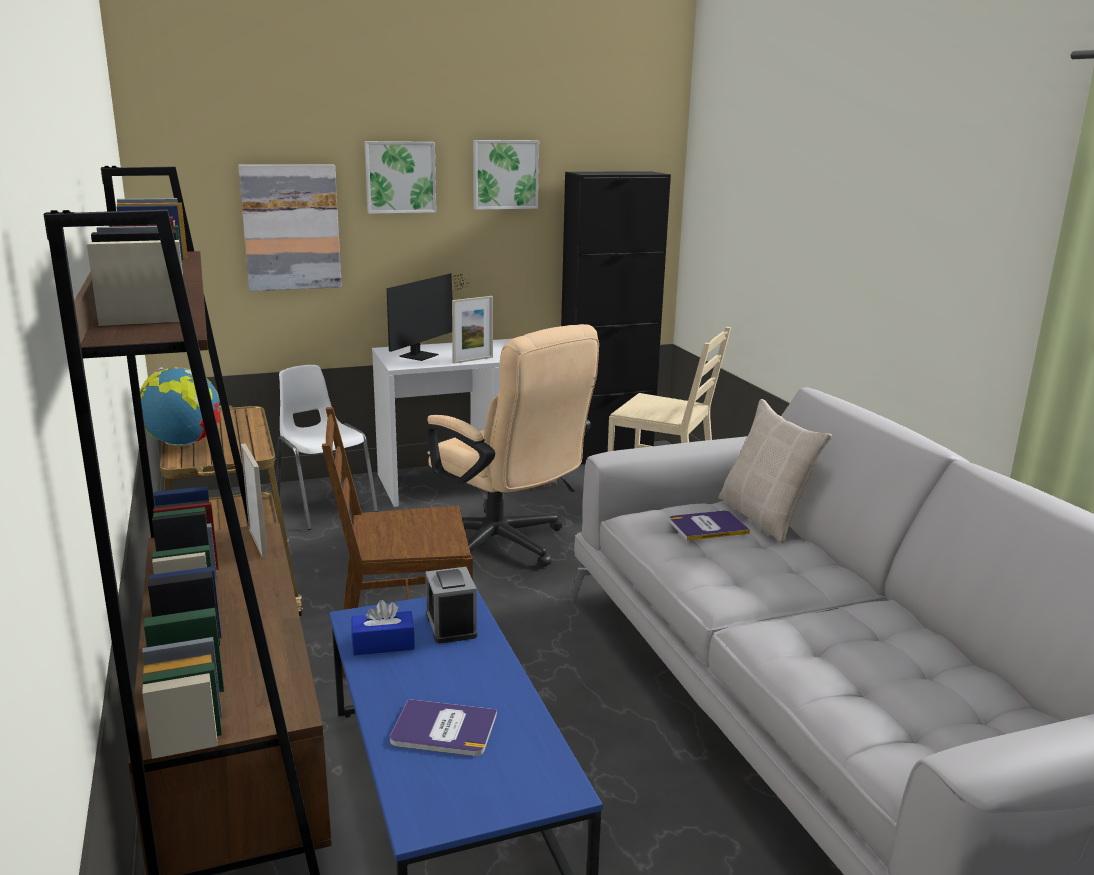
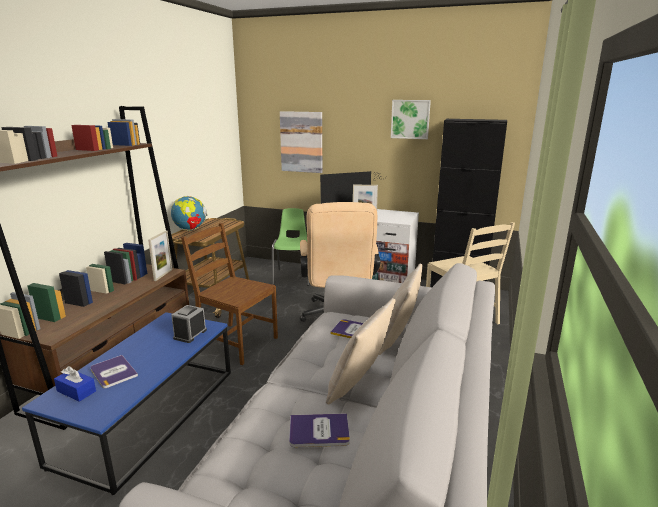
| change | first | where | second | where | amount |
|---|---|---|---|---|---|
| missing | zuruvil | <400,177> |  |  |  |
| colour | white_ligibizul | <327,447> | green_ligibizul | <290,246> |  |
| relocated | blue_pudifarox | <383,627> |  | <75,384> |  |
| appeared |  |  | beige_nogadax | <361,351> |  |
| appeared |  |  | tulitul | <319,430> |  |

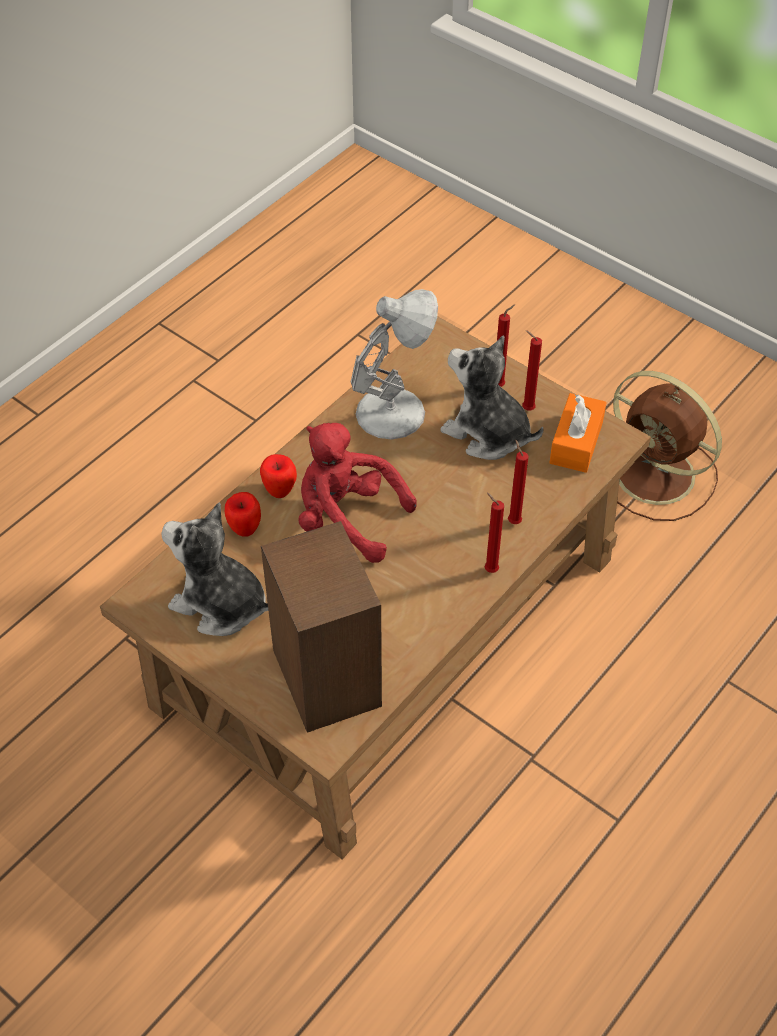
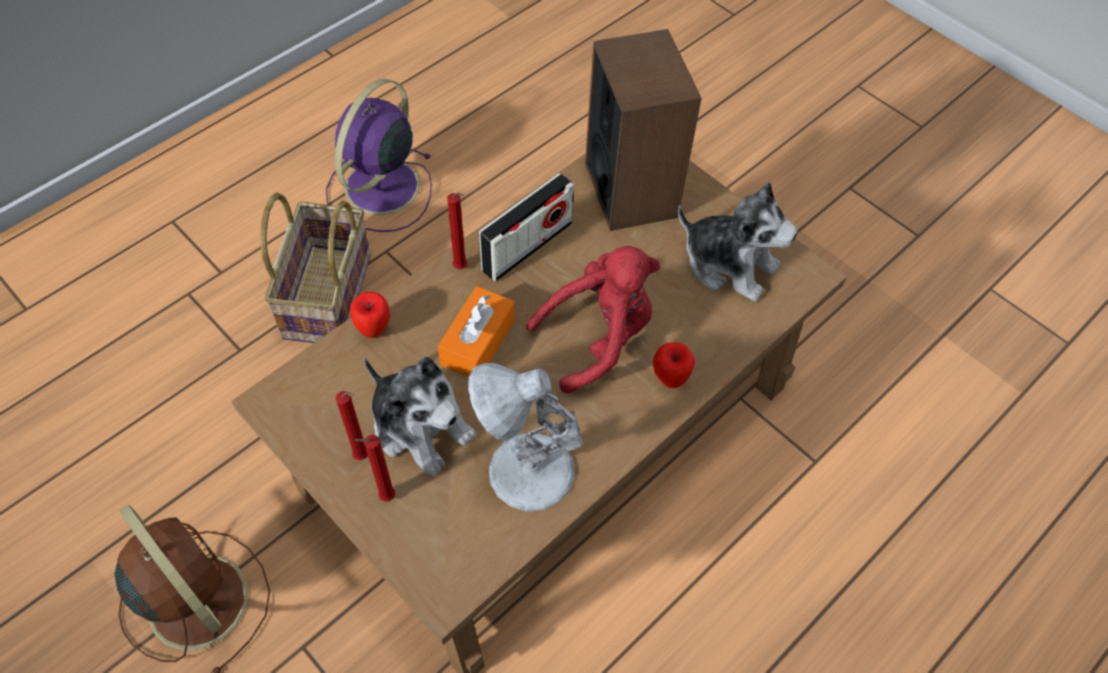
| change | first | where | second | where | amount |
|---|---|---|---|---|---|
| relocated | orange_pudifarox | <578,433> |  | <476,331> |  |
| spun | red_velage | <357,493> |  | <593,319> | 60 degrees counterclockwise |
| missing | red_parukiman | <518,482> |  |  |  |
| relocated | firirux | <243,514> |  | <370,315> |  |
| appeared |  |  | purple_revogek | <379,155> |  |
| appeared |  |  | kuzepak | <526,227> |  |
| appeared |  |  | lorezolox | <315,267> |  |

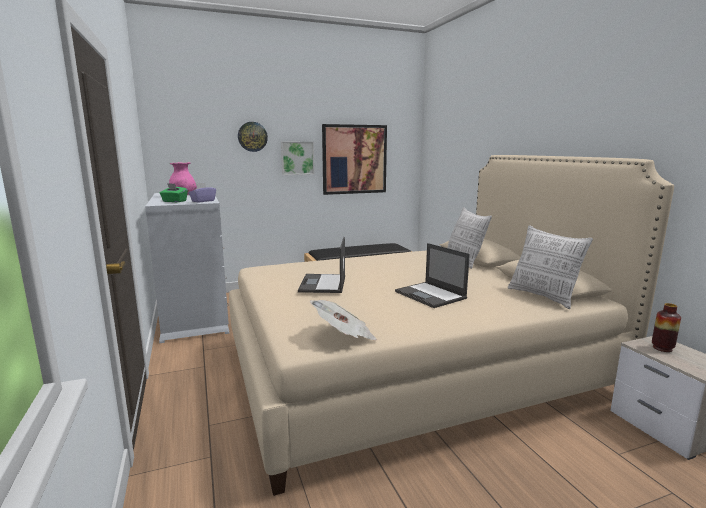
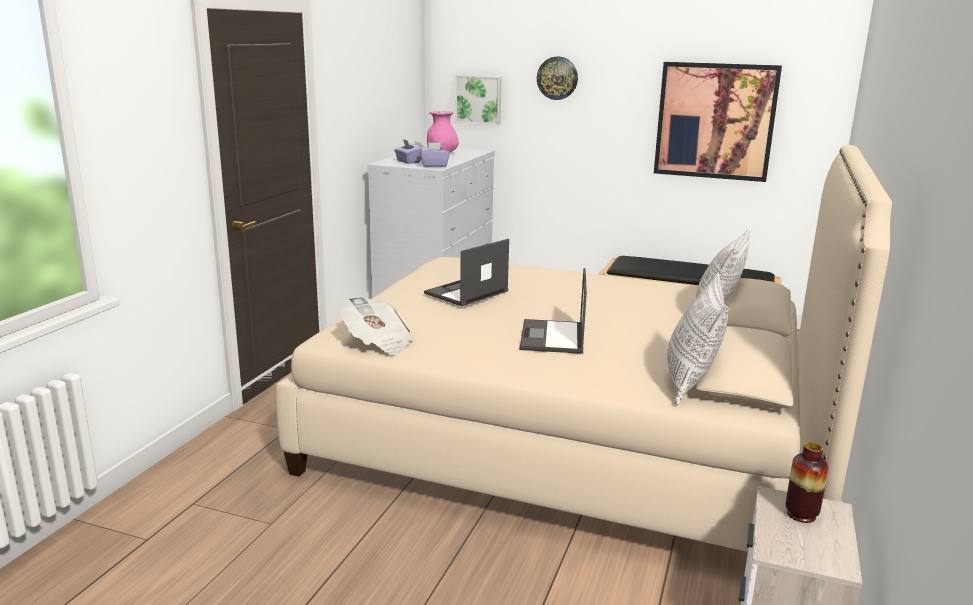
| change | first | where | second | where | amount |
|---|---|---|---|---|---|
| relocated | zuruvil | <297,158> |  | <478,100> |  |
| colour | green_pudifarox | <174,192> | purple_pudifarox | <408,151> |  |

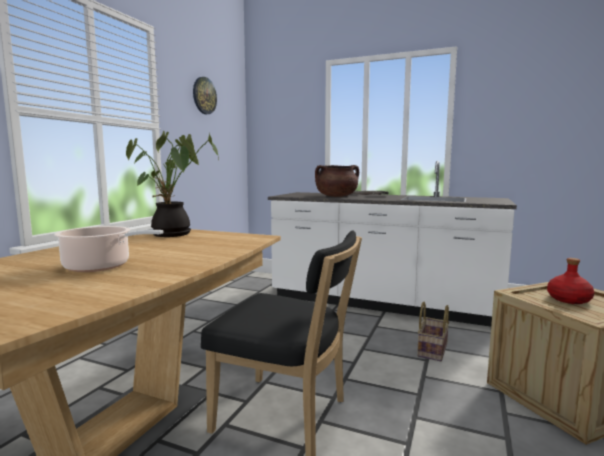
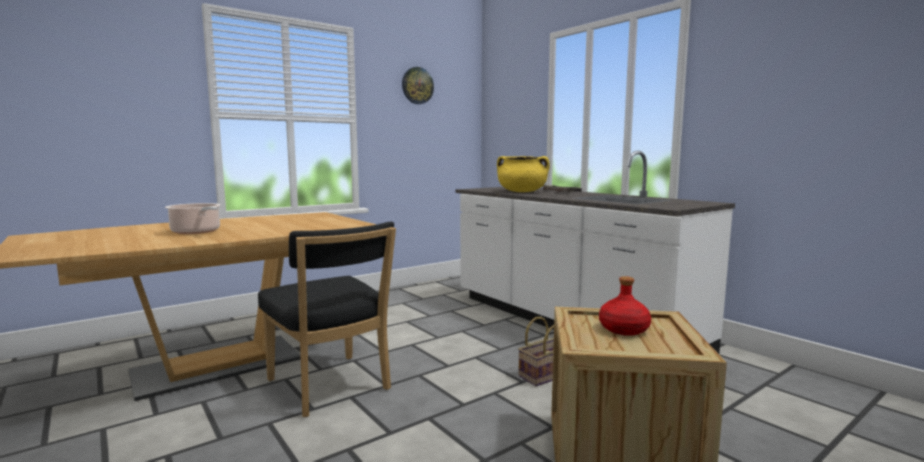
| change | first | where | second | where | amount |
|---|---|---|---|---|---|
| missing | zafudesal | <172,184> |  |  |  |
| colour | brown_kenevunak | <337,181> | yellow_kenevunak | <523,174> |  |

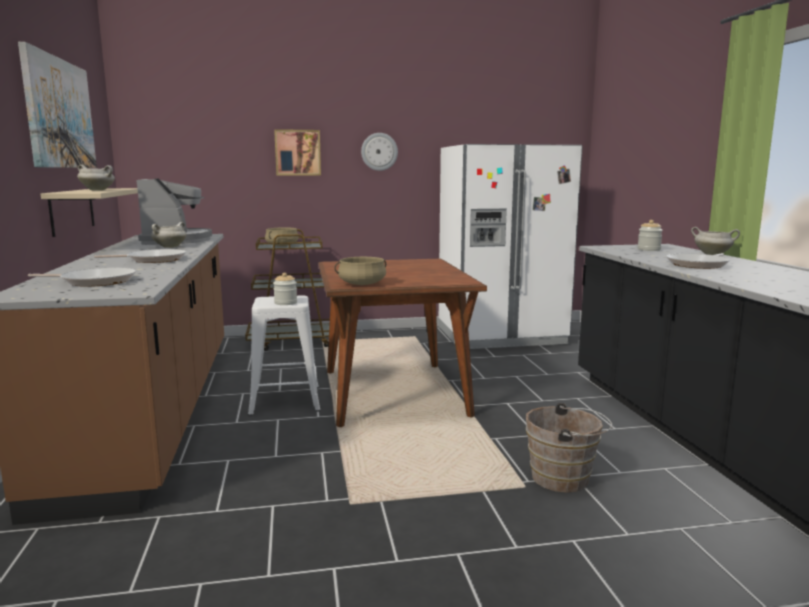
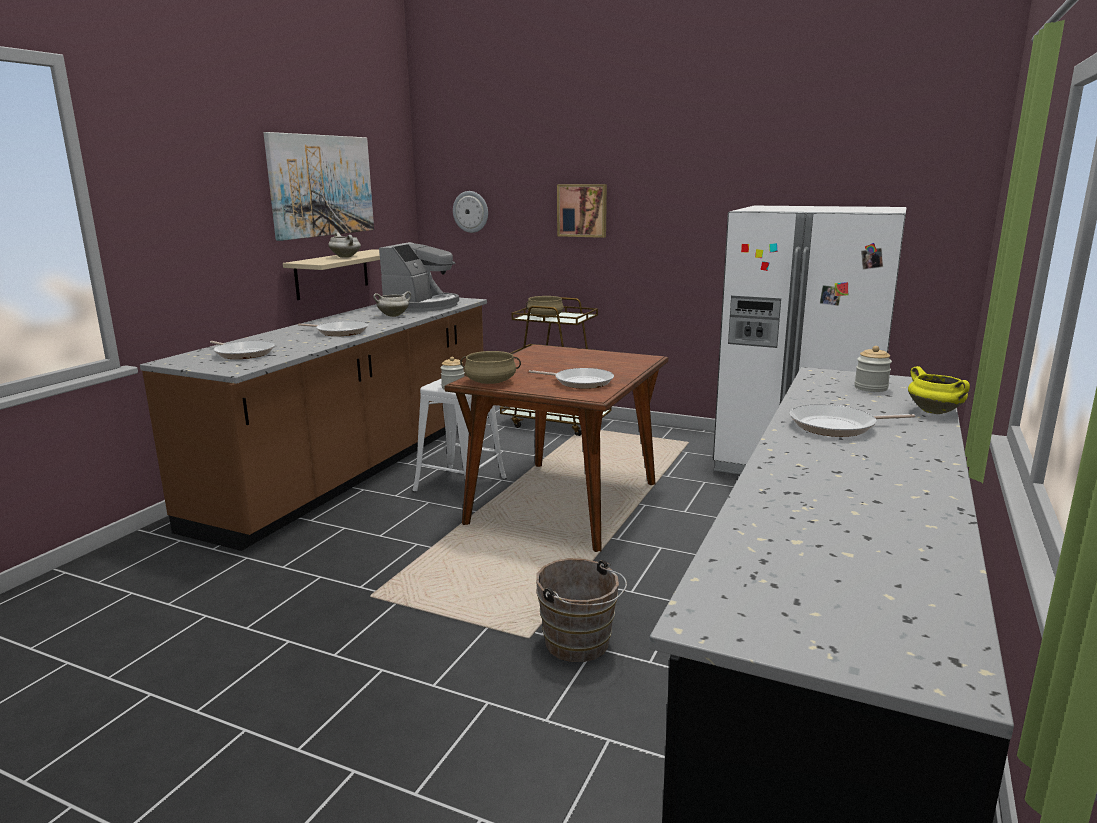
| change | first | where | second | where | amount |
|---|---|---|---|---|---|
| relocated | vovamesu | <379,152> |  | <470,212> |  |
| colour | white_kenevunak | <715,241> | yellow_kenevunak | <939,390> |  |
| appeared |  |  | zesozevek | <571,378> |  |

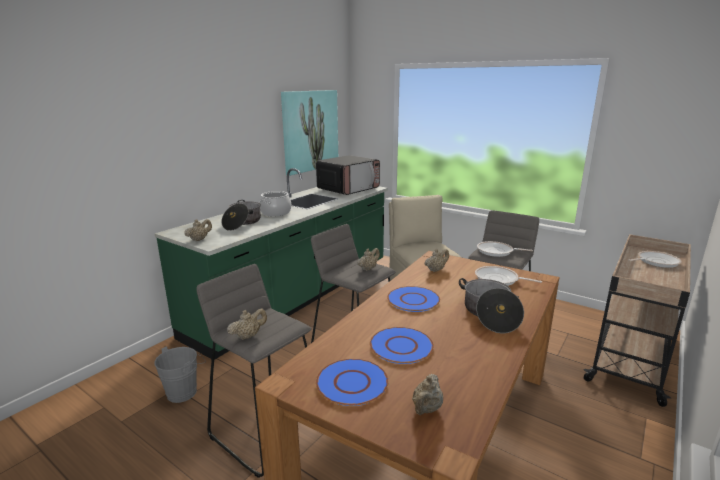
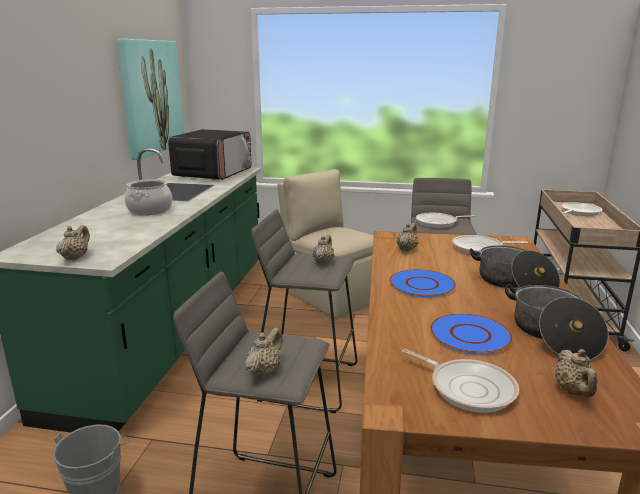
| change | first | where | second | where | amount |
|---|---|---|---|---|---|
| relocated | kenevunak | <241,215> |  | <557,322> |  |
| exchanged | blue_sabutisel | <352,382> | zesozevek | <460,381> |  |

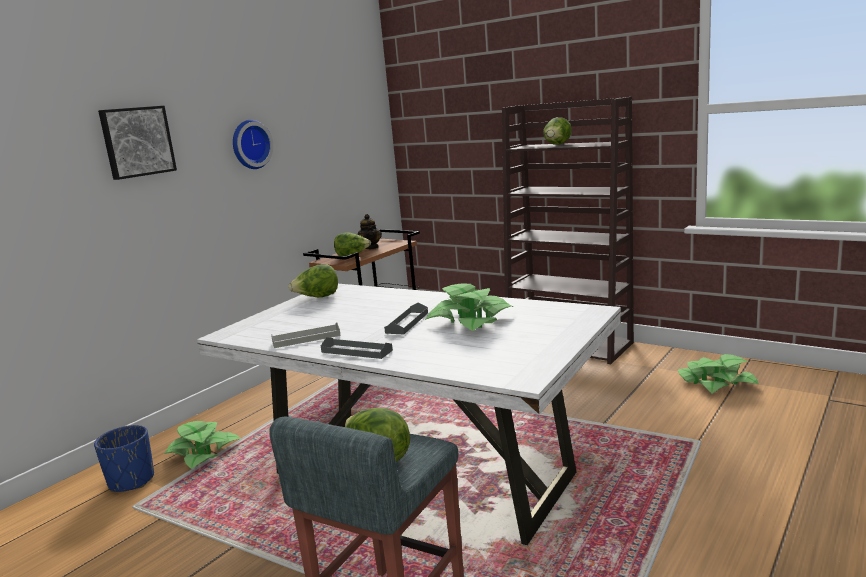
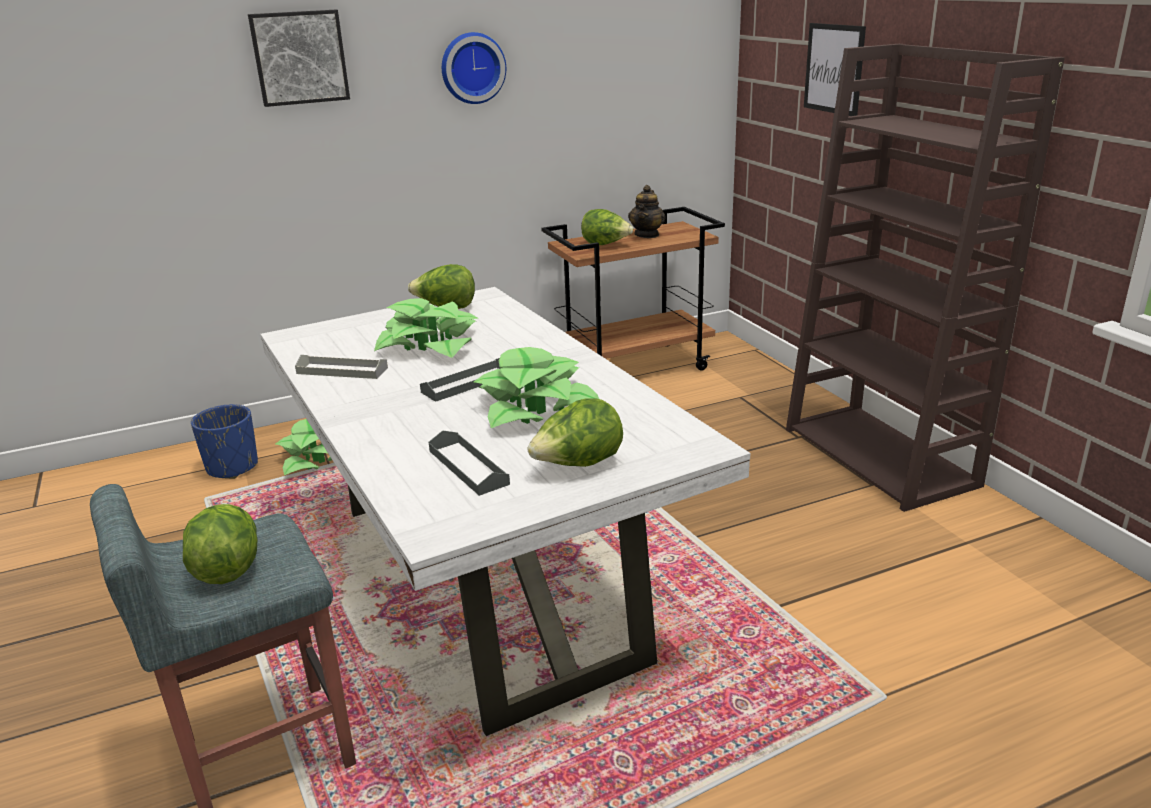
| change | first | where | second | where | amount |
|---|---|---|---|---|---|
| relocated | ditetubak | <557,131> |  | <575,433> |  |
| relocated | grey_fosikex | <357,348> |  | <469,463> |  |
| relocated | zafudesal | <718,374> |  | <425,328> |  |
| appeared |  |  | zuruvil | <835,69> |  |

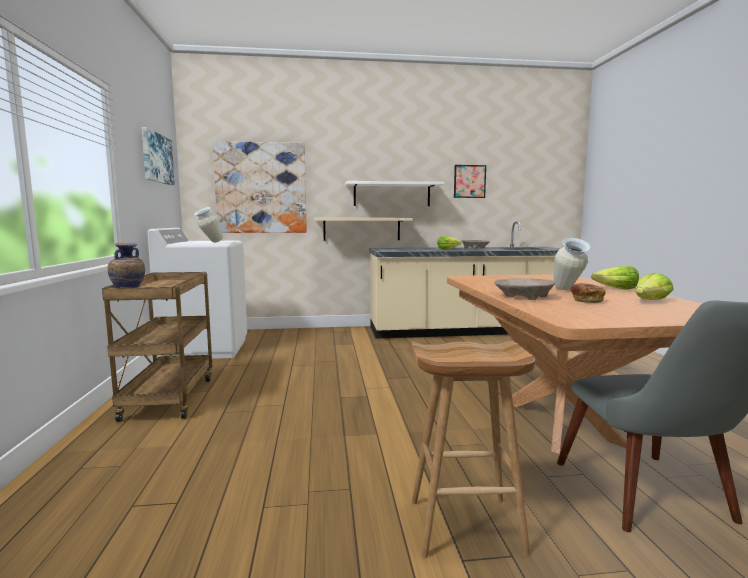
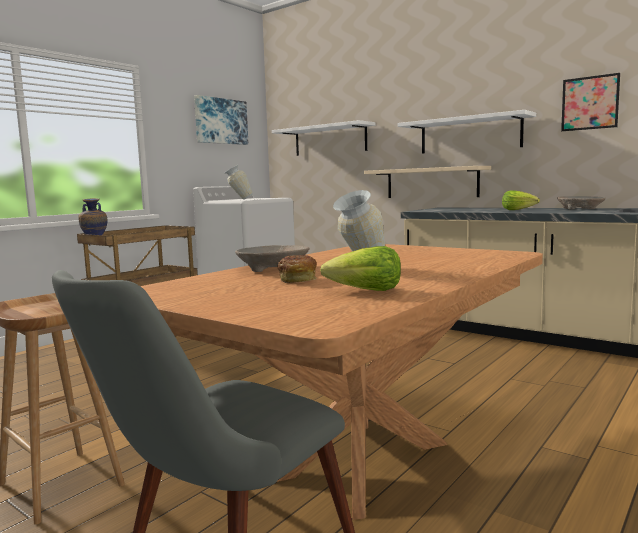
| change | first | where | second | where | amount |
|---|---|---|---|---|---|
| exchanged | zuruvil | <260,187> | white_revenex | <323,138> |  |
| missing | ditetubak | <615,278> |  |  |  |

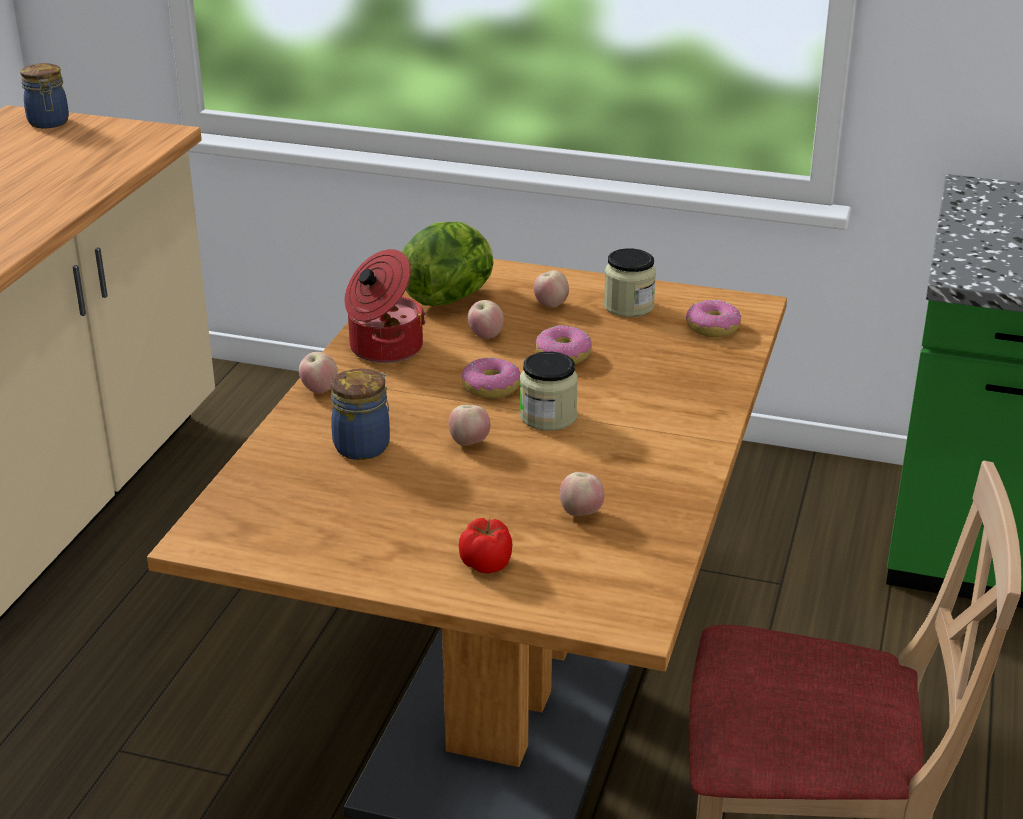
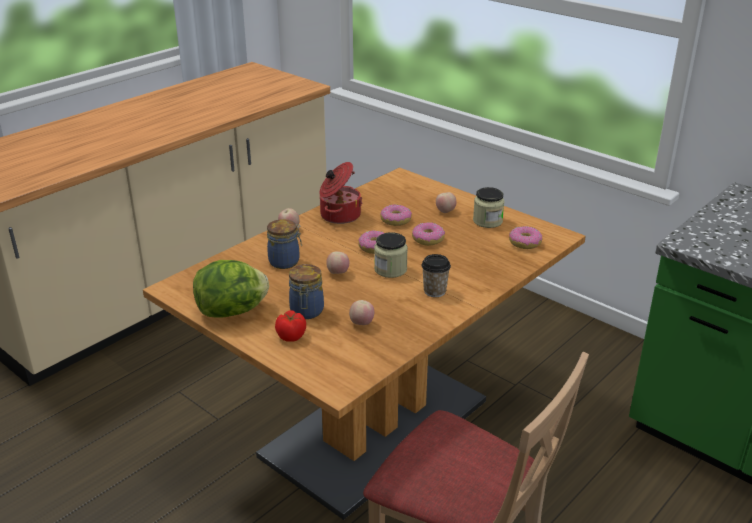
| change | first | where | second | where | amount |
|---|---|---|---|---|---|
| relocated | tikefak | <44,95> |  | <306,291> |  |
| relocated | ditetubak | <447,264> |  | <231,289> |  |
| exchanged | firirux | <486,319> | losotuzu | <396,215> |  |
| appeared |  |  | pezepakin | <436,275> |  |

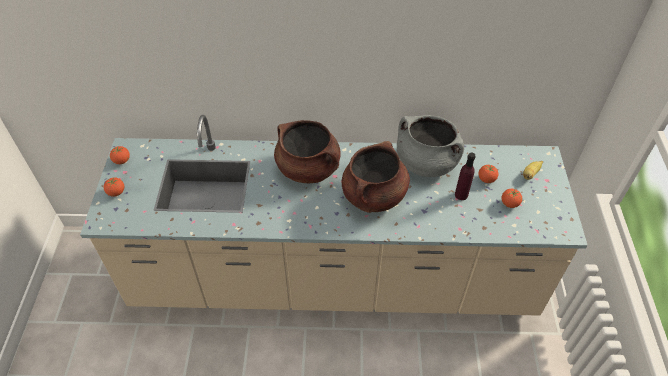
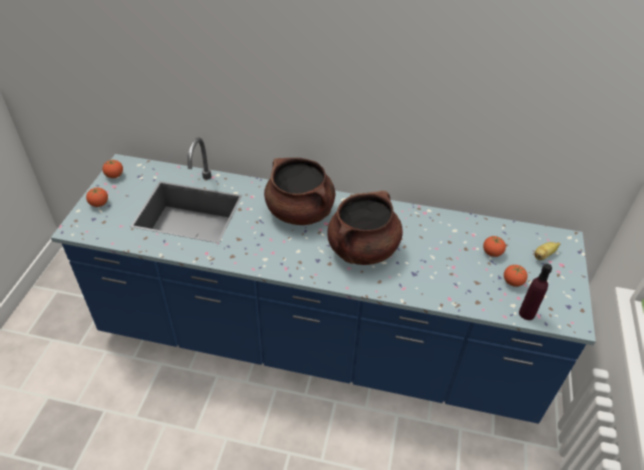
| change | first | where | second | where | amount |
|---|---|---|---|---|---|
| colour | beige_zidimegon | <334,215> | blue_zidimegon | <323,280> |  |
| missing | grey_kenevunak | <430,146> |  |  |  |
| relocated | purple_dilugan | <465,176> |  | <535,292> |  |

